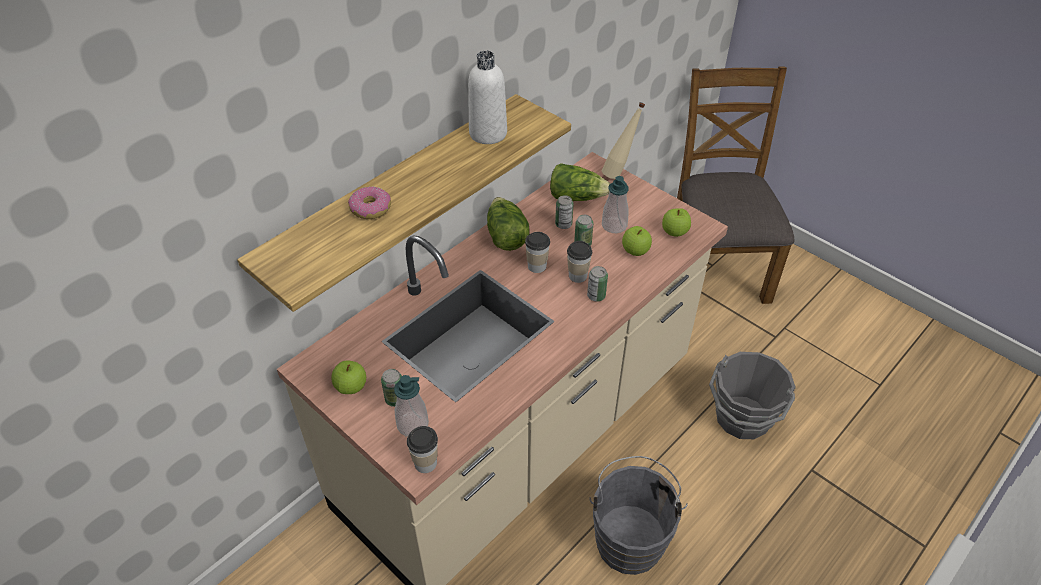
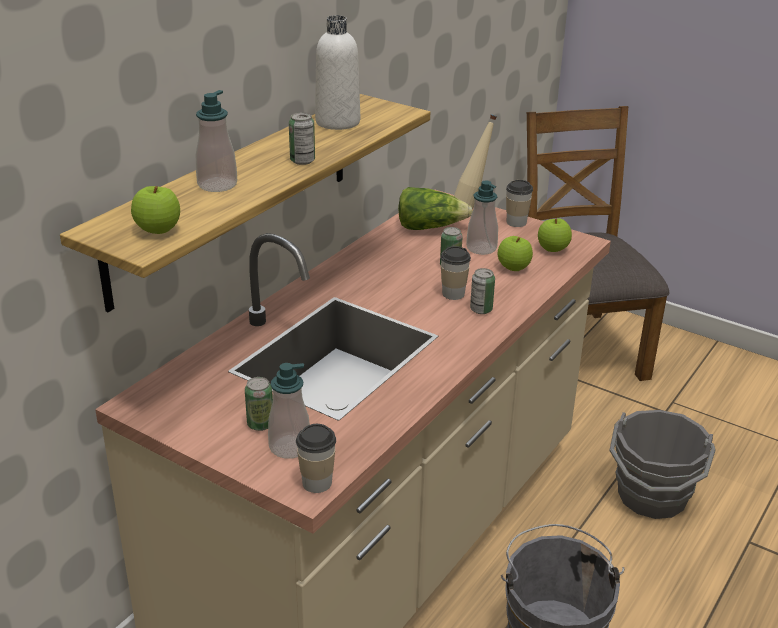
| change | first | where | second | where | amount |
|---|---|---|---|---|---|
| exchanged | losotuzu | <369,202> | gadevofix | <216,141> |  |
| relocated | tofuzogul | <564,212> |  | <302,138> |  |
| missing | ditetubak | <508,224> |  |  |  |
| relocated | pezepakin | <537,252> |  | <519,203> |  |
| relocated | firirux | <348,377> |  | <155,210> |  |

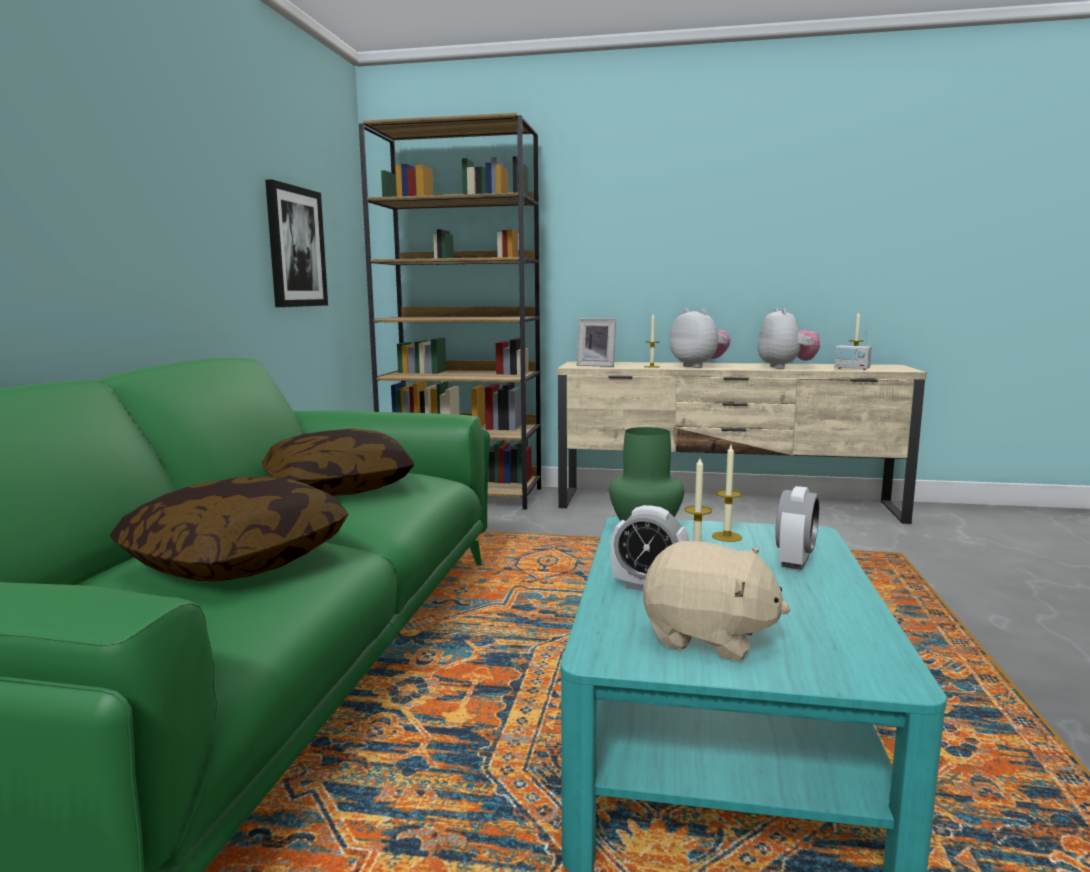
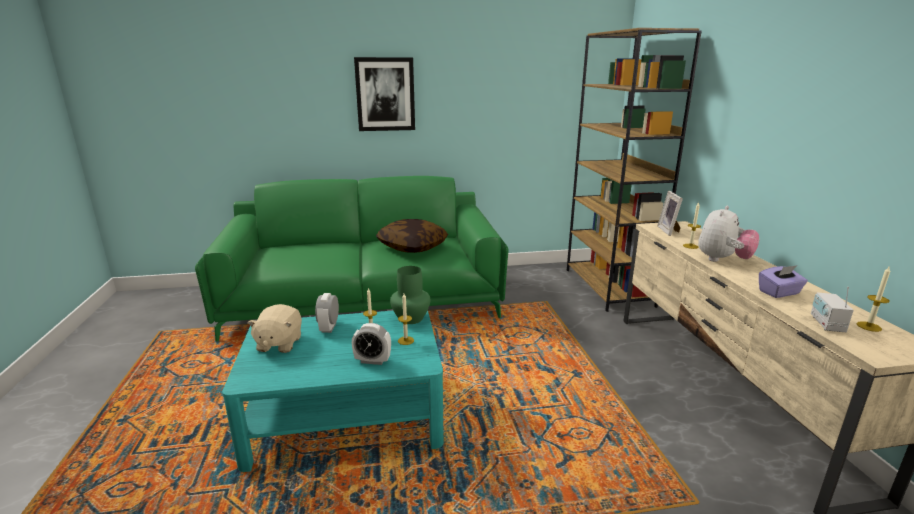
| change | first | where | second | where | amount |
|---|---|---|---|---|---|
| relocated | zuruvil | <296,243> |  | <384,94> |  |
| exchanged | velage | <789,338> | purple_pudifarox | <783,281> |  |
| missing | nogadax | <229,528> |  |  |  |

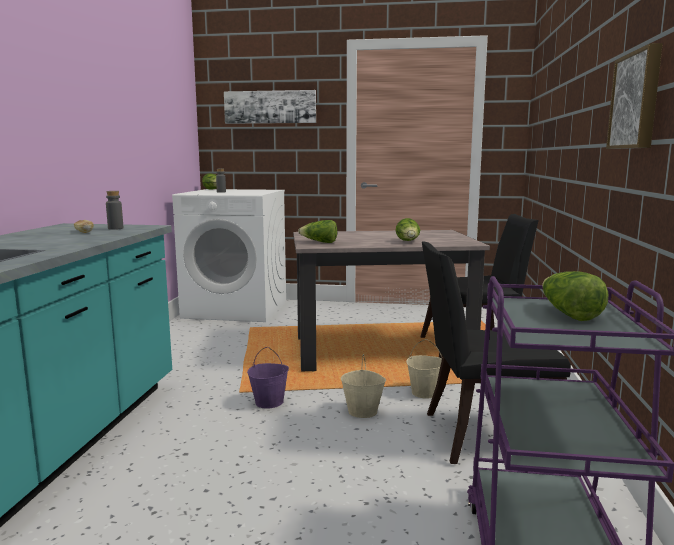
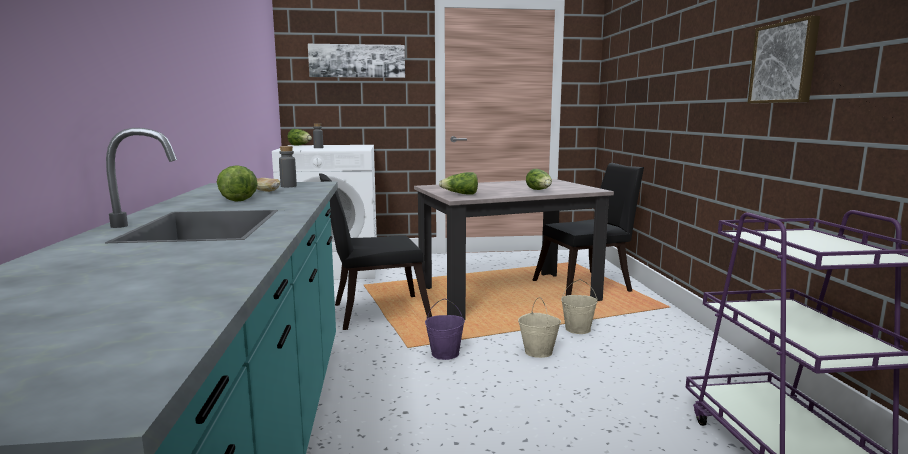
| change | first | where | second | where | amount |
|---|---|---|---|---|---|
| relocated | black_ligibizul | <496,352> |  | <375,251> |  |
| relocated | ditetubak | <575,296> |  | <237,183> |  |

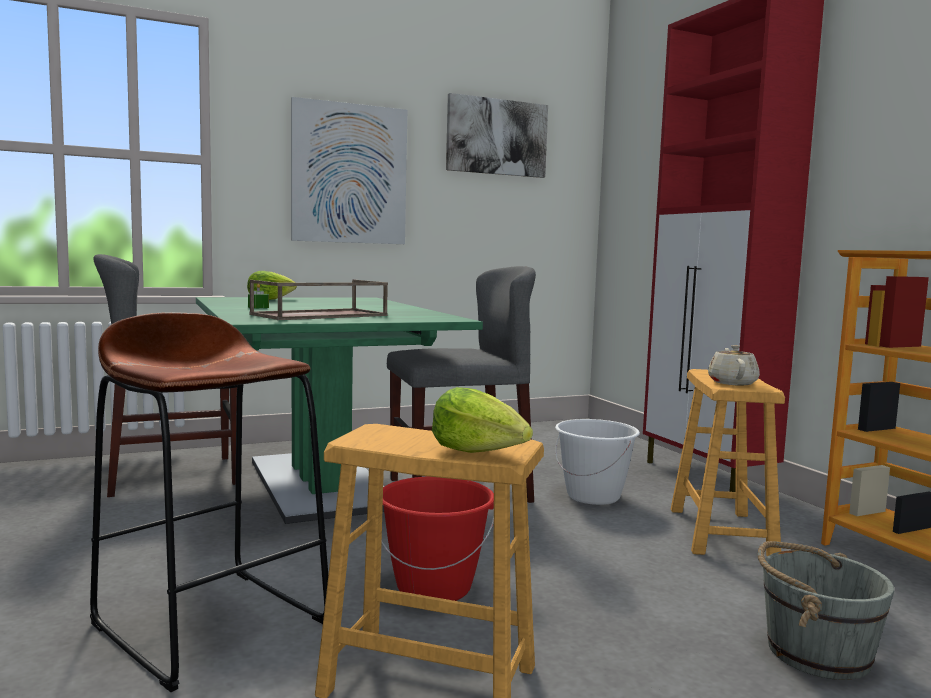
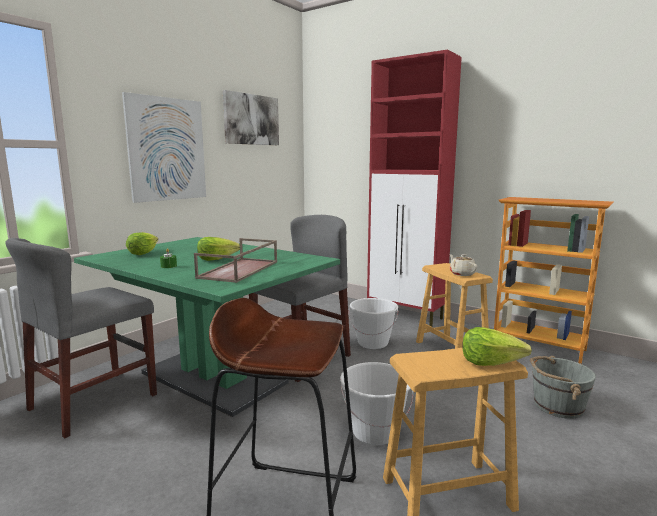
| change | first | where | second | where | amount |
|---|---|---|---|---|---|
| colour | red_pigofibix | <438,538> | white_pigofibix | <376,403> |  |
| appeared |  |  | ditetubak | <218,249> |  |

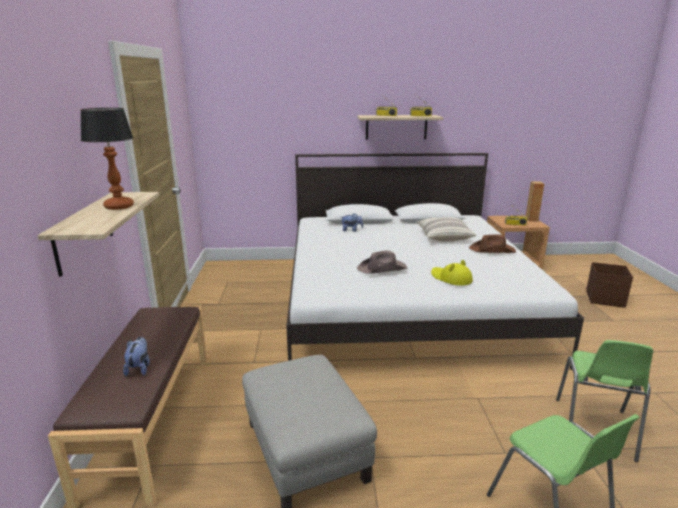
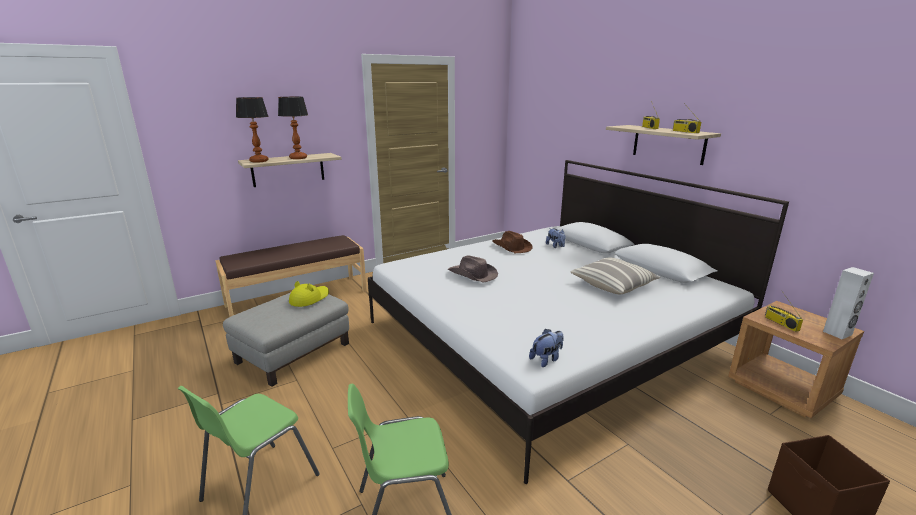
| change | first | where | second | where | amount |
|---|---|---|---|---|---|
| colour | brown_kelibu | <535,201> | white_kelibu | <848,303> |  |
| relocated | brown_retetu | <492,243> |  | <512,242> |  |
| relocated | yellow_retetu | <452,273> |  | <309,294> |  |
| relocated | velage | <136,356> |  | <546,348> |  |
| appeared |  |  | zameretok | <252,130> |  |

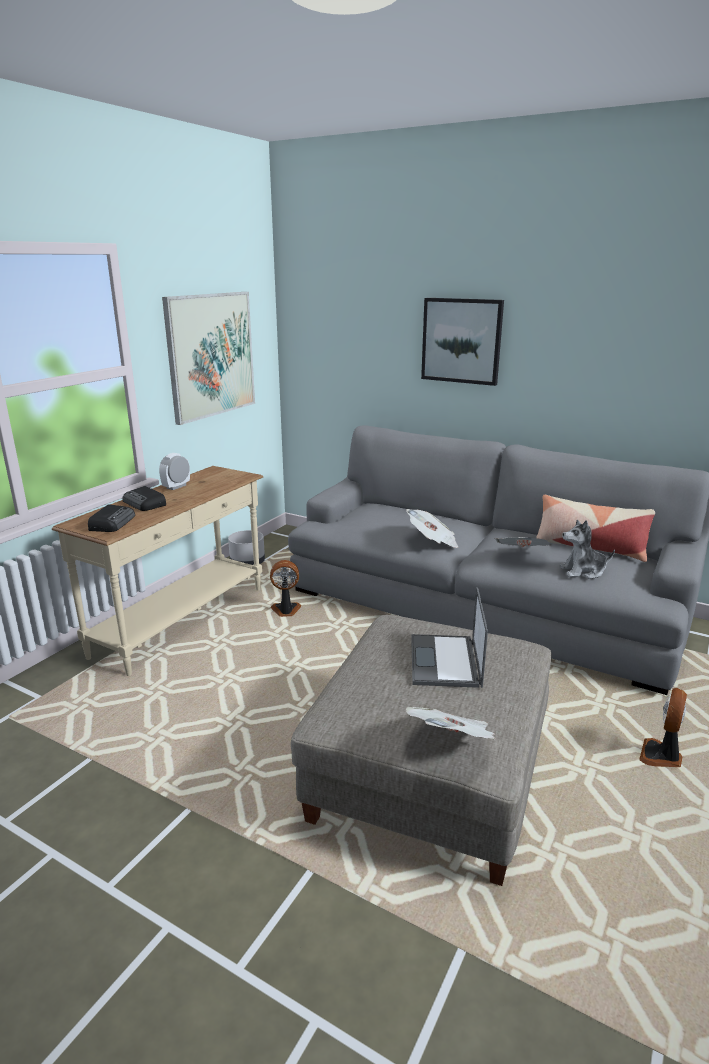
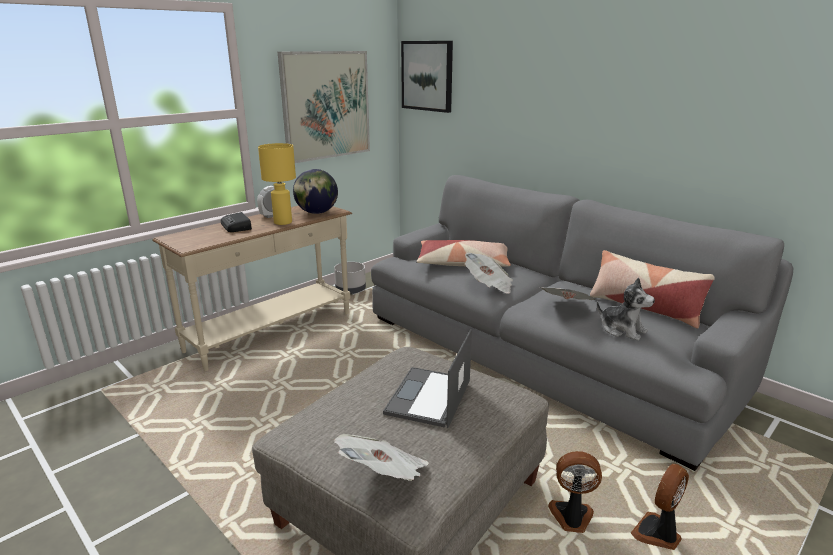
| change | first | where | second | where | amount |
|---|---|---|---|---|---|
| relocated | zuruvil | <462,342> |  | <427,77> |  |
| missing | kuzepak | <111,518> |  |  |  |
| spun | velage | <587,549> |  | <626,309> | 150 degrees counterclockwise |
| relocated | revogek | <285,588> |  | <575,492> |  |
| appeared |  |  | yellow_zameretok | <277,184> |  |
| appeared |  |  | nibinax | <315,191> |  |
| appeared |  |  | nogadax | <464,253> |  |

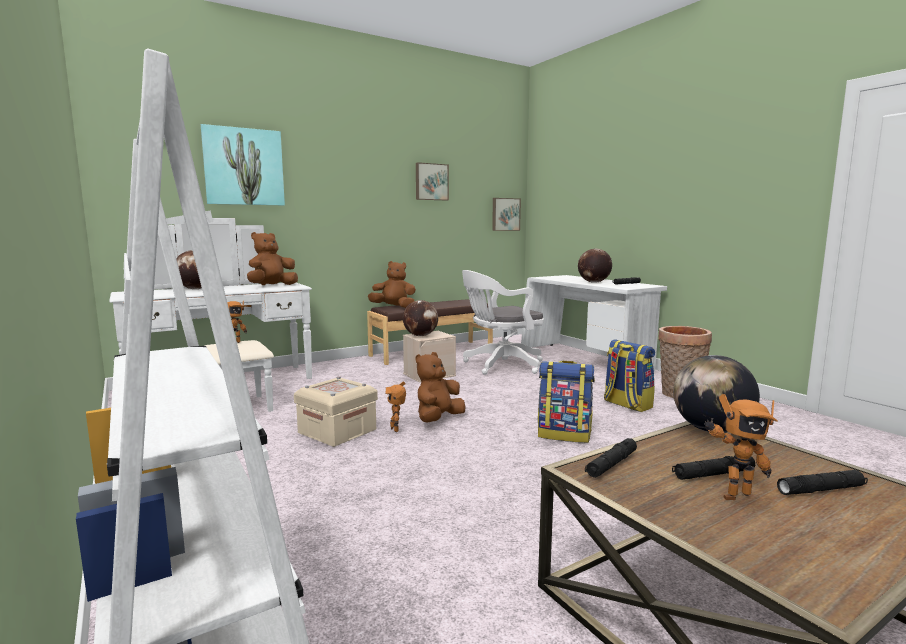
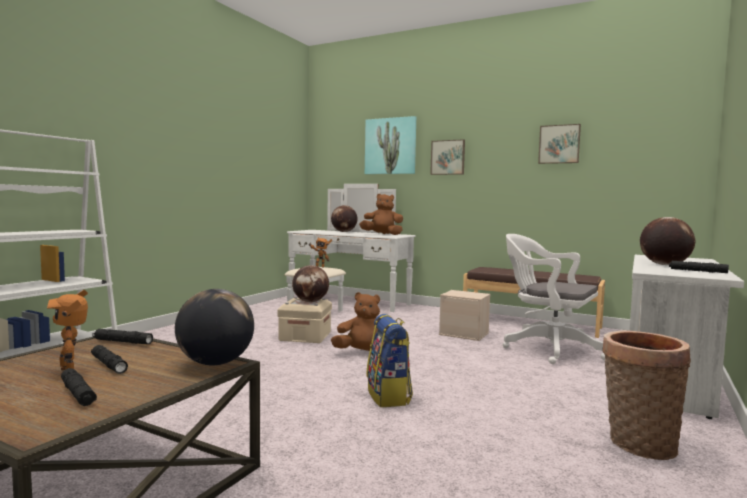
| change | first | where | second | where | amount |
|---|---|---|---|---|---|
| relocated | zuruvil | <506,214> |  | <447,157> |  |
| missing | brown_velage | <392,284> |  |  |  |
| relocated | nibinax | <420,318> |  | <310,283> |  |
| missing | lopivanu | <629,375> |  |  |  |
| missing | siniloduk | <395,406> |  |  |  |

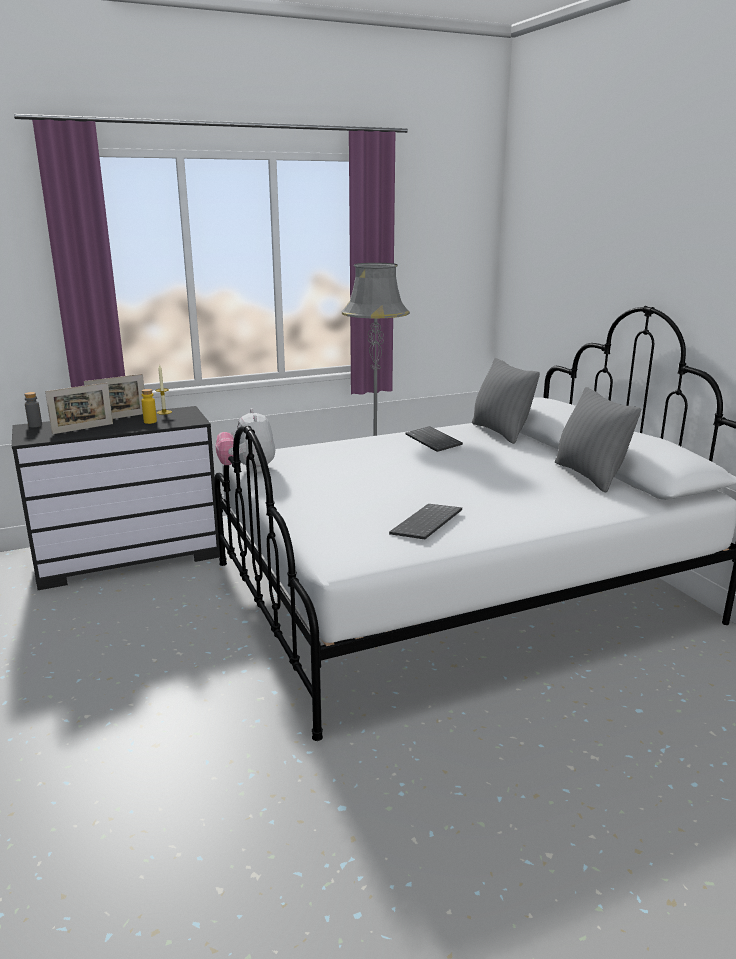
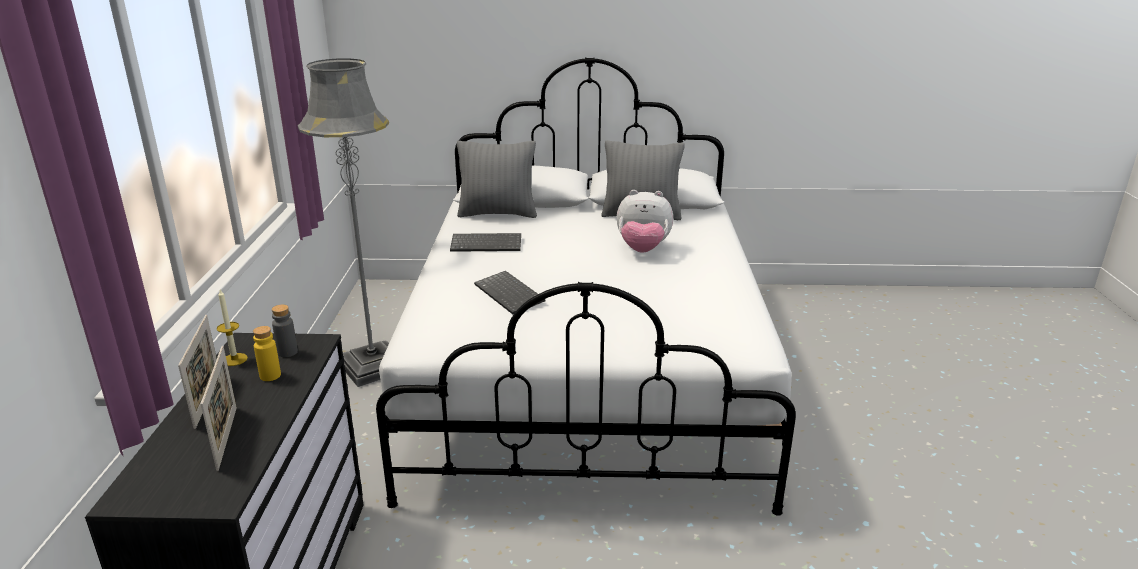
| change | first | where | second | where | amount |
|---|---|---|---|---|---|
| relocated | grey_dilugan | <33,409> |  | <285,330> |  |
| relocated | velage | <245,440> |  | <645,221> |  |
| relocated | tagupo | <425,521> |  | <509,292> |  |

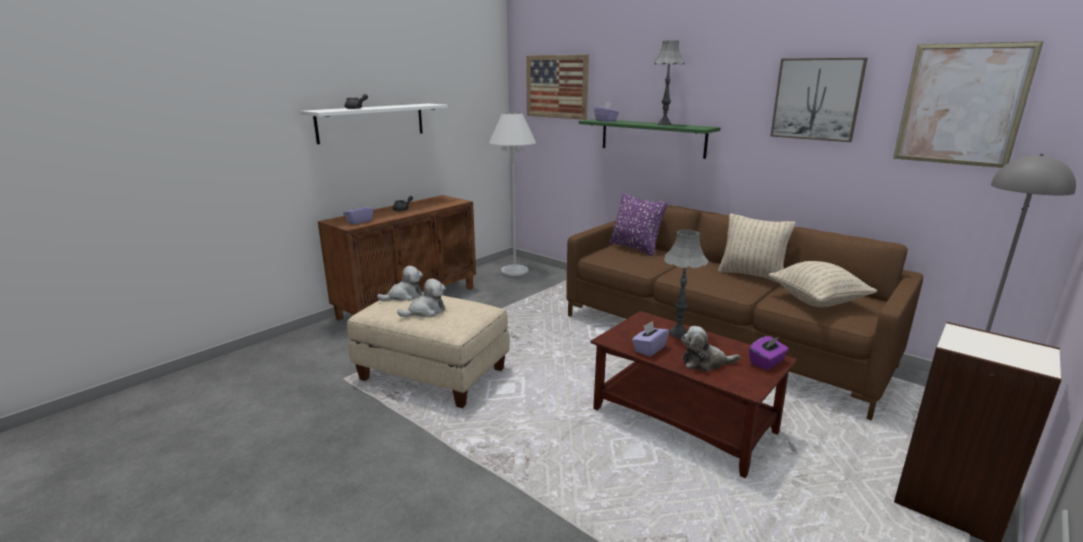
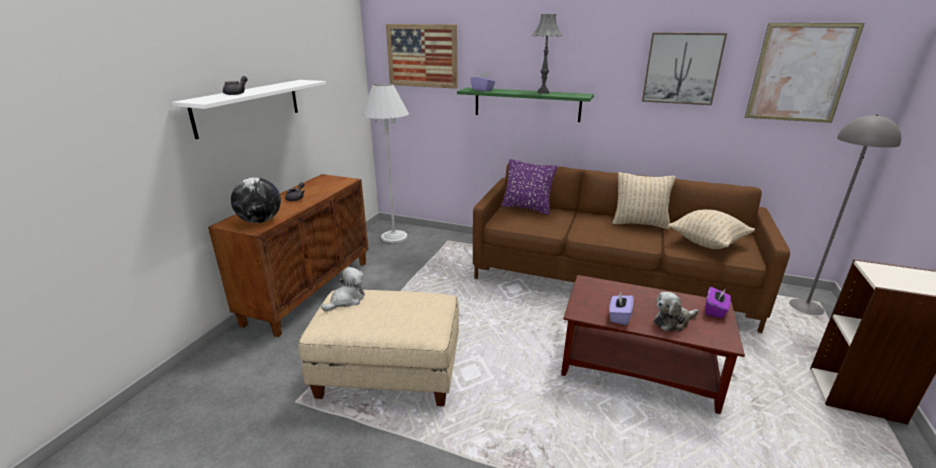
| change | first | where | second | where | amount |
|---|---|---|---|---|---|
| exchanged | purple_pudifarox | <358,212> | nibinax | <256,200> |  |
| missing | grey_zameretok | <686,284> |  |  |  |
| missing | velage | <421,298> |  |  |  |

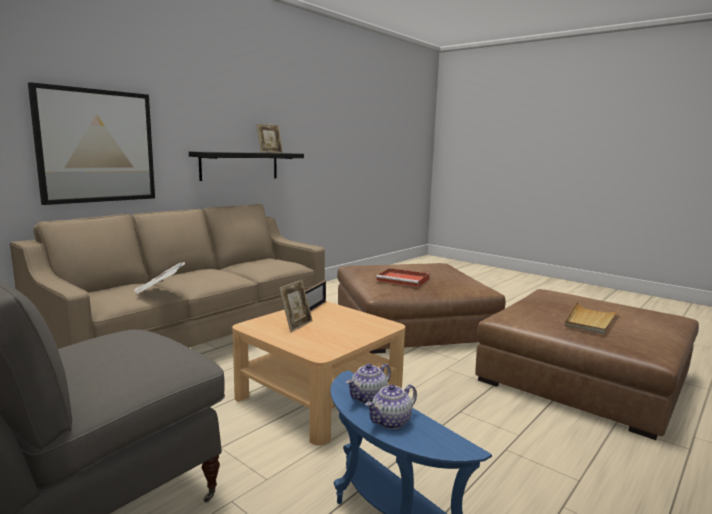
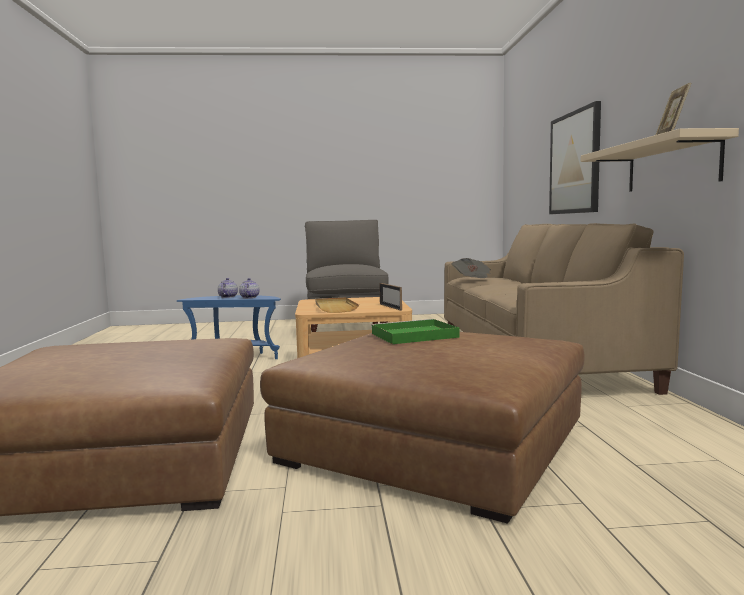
| change | first | where | second | where | amount |
|---|---|---|---|---|---|
| colour | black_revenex | <246,166> | beige_revenex | <660,160> |  |
| colour | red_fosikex | <402,277> | green_fosikex | <415,331> |  |
| missing | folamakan | <296,306> |  |  |  |
| relocated | beige_fosikex | <592,317> |  | <337,305> |  |

